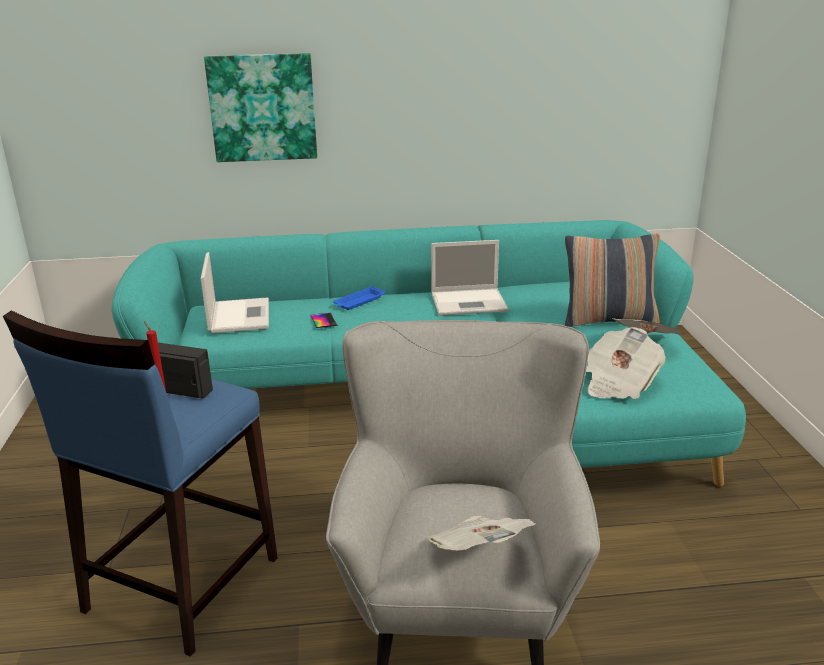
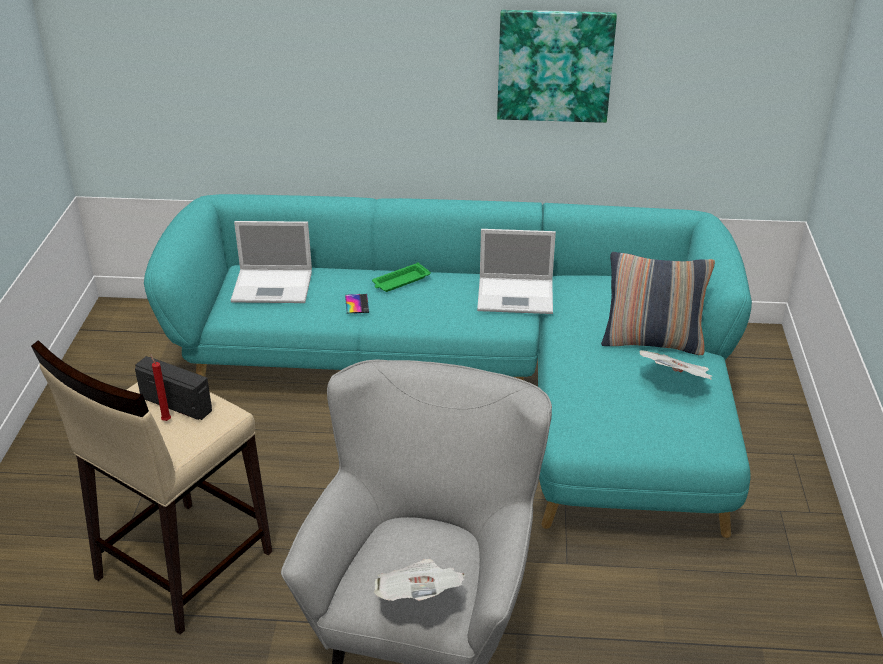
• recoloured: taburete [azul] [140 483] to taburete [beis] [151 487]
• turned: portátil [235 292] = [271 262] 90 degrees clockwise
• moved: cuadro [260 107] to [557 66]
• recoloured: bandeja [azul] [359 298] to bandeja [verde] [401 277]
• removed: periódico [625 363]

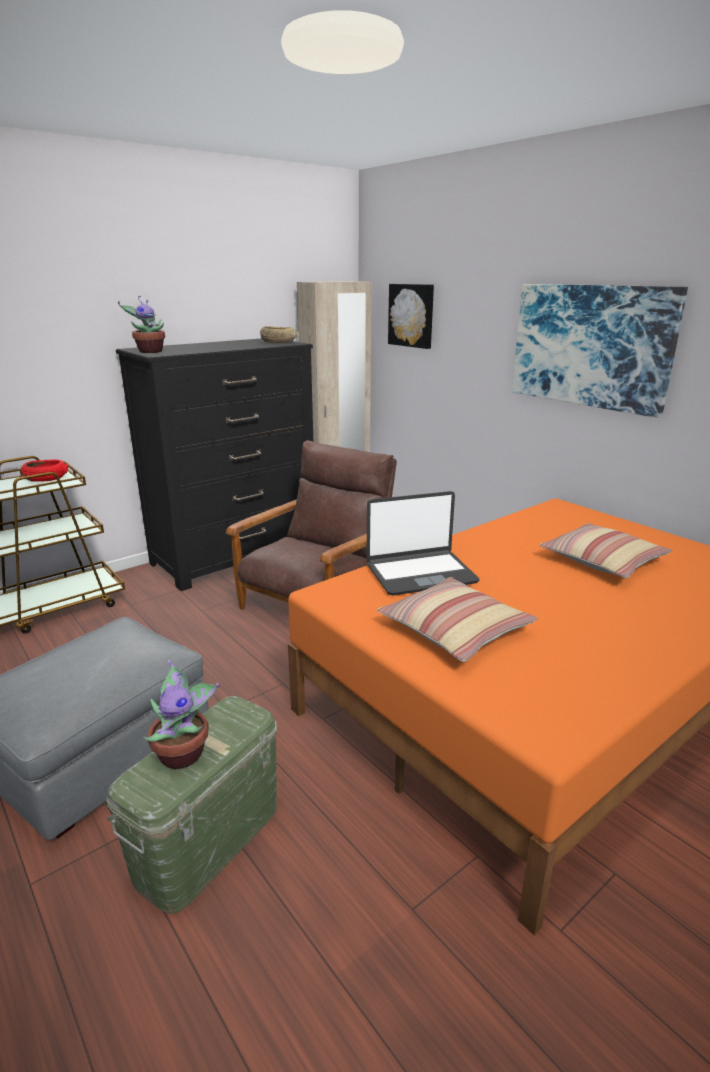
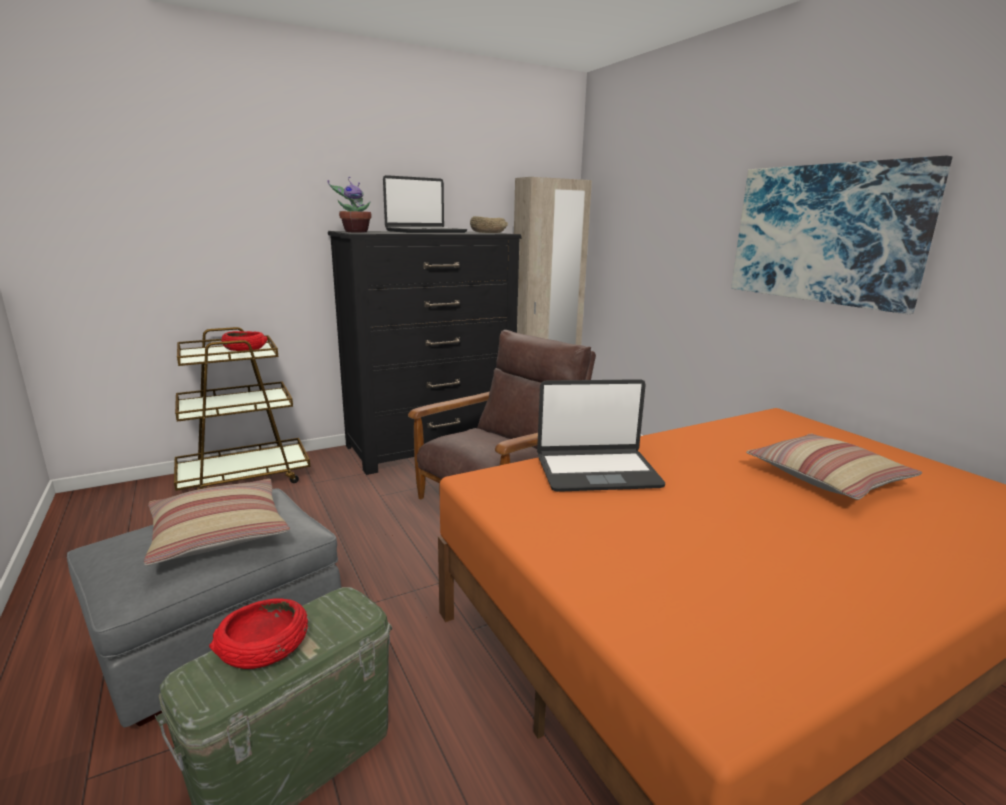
• replaced: planta en maceta [181 714] to cuenco [rojo] [258 634]
• moved: cojín [457 619] to [217 522]
• removed: cuadro [411 316]
• added: portátil [425 204]

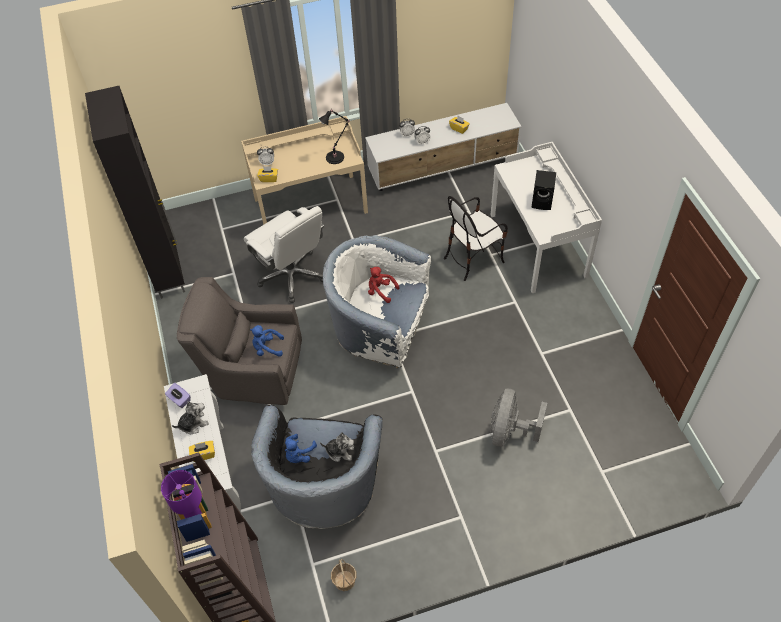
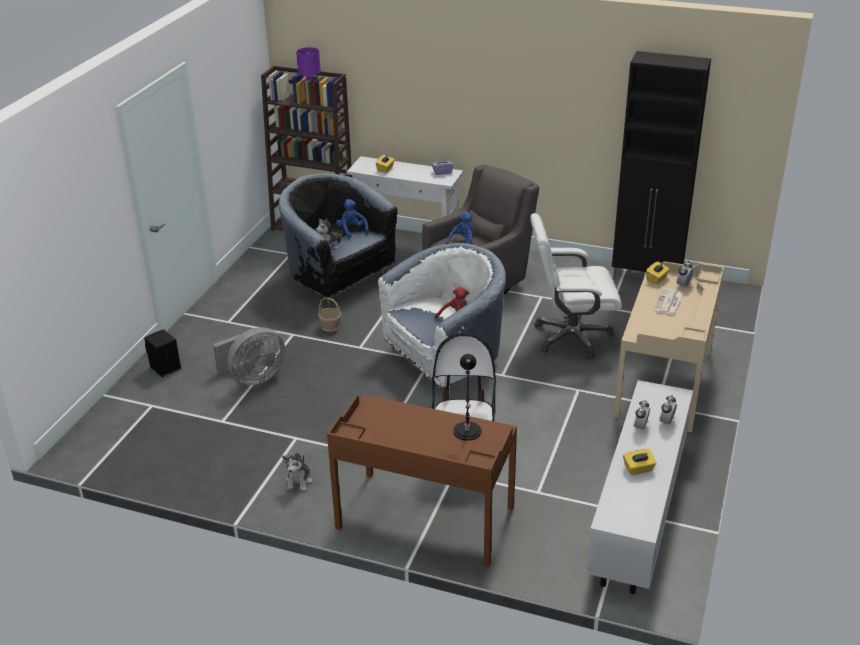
• moved: peluche [190 417] to [297 472]
• moved: lámpara de mesa [negro] [334 136] to [467 397]
• moved: cesta [343 575] to [329 315]
• recoloured: escritorio [blanco] [546 217] to escritorio [marrón] [422 480]
• turned: ventilador [gris] [519 418] = [249 356] 90 degrees clockwise
• moved: altavoz [negro] [543 190] to [162 353]
• added: periódico [669 302]

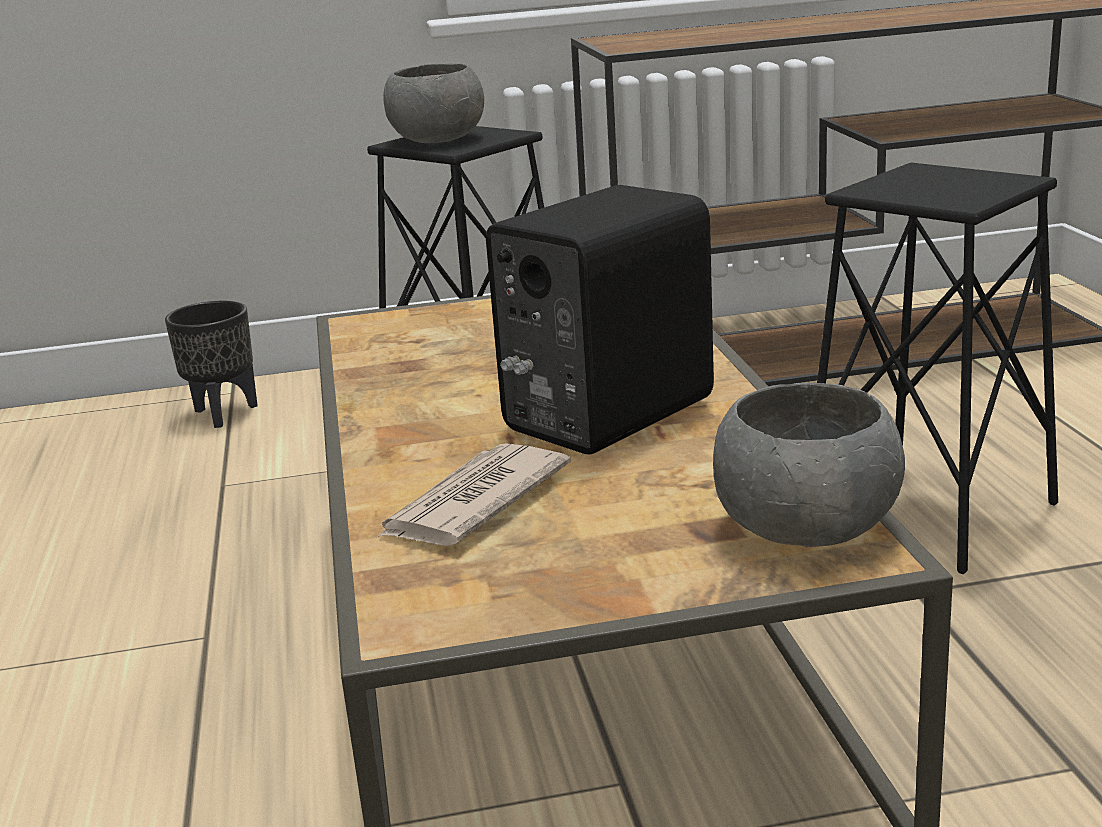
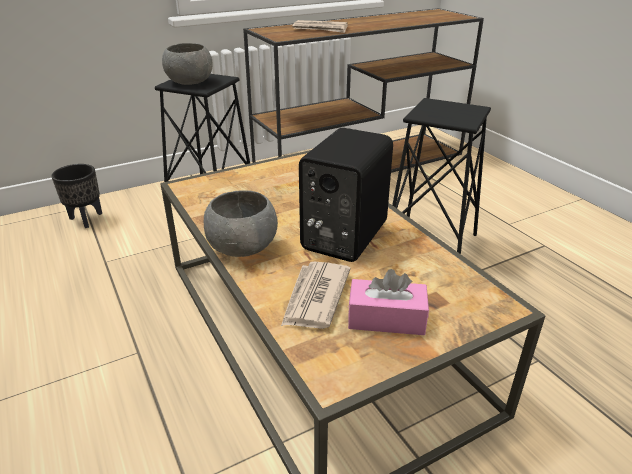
• moved: cuenco [gris] [809 465] to [241 223]
• added: periódico [320 26]
• added: caja de pañuelos [rosa] [388 302]

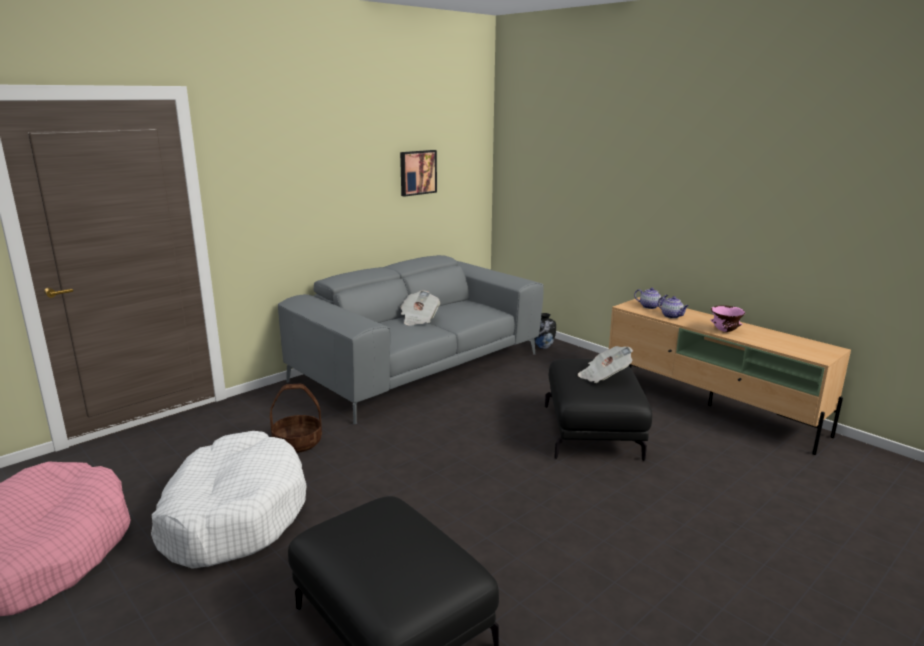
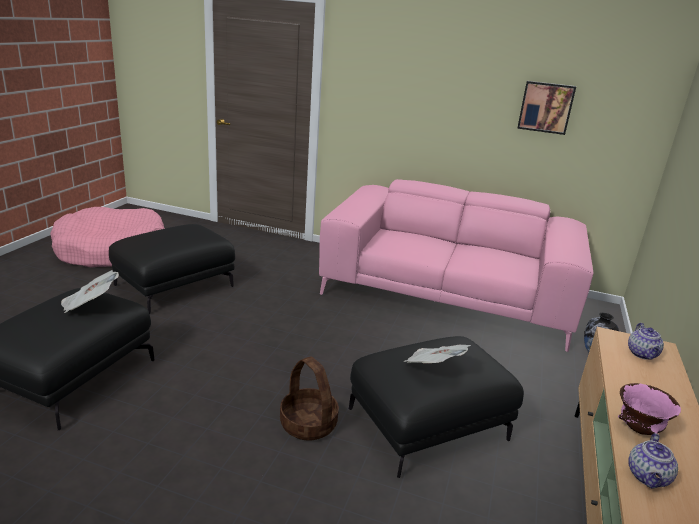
• replaced: cama para perro [blanco] [229 500] to puf [negro] [172 269]
• moved: cesta [296 418] to [309 398]
• recoloured: sofá [gris] [411 339] to sofá [rosa] [456 265]
• moved: periódico [420 308] to [90 291]
• moved: tetera [673 307] to [653 460]

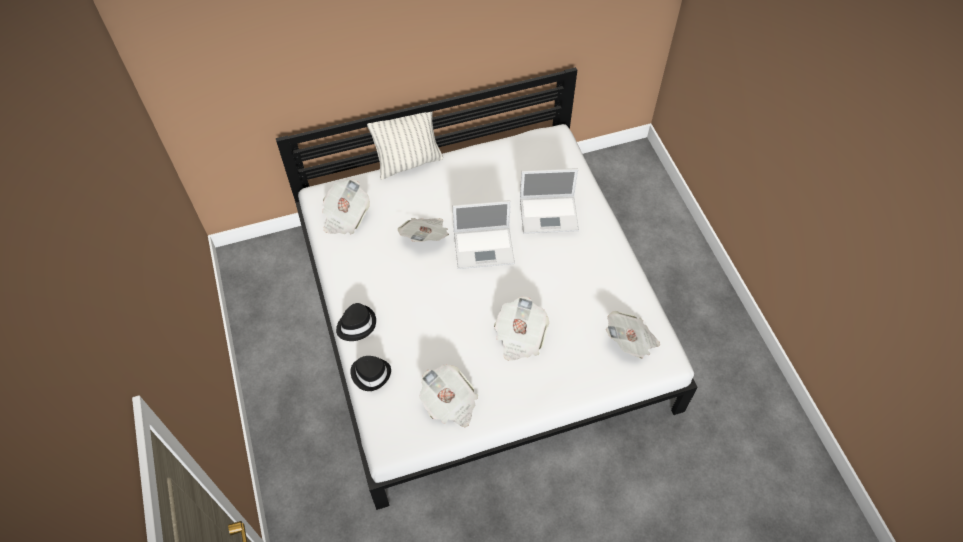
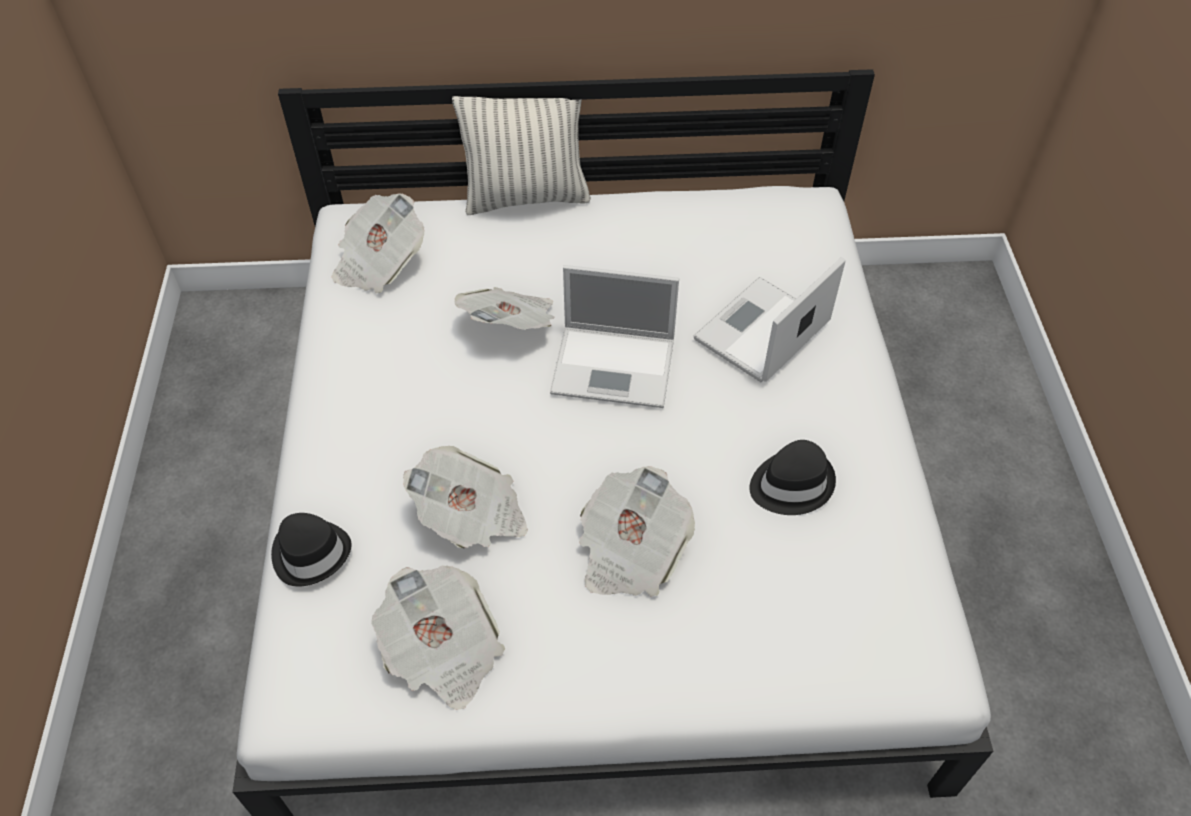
• moved: sombrero [negro] [356 322] to [792 477]
• turned: portátil [549 201] = [770 319] 120 degrees clockwise
• moved: periódico [633 335] to [465 497]

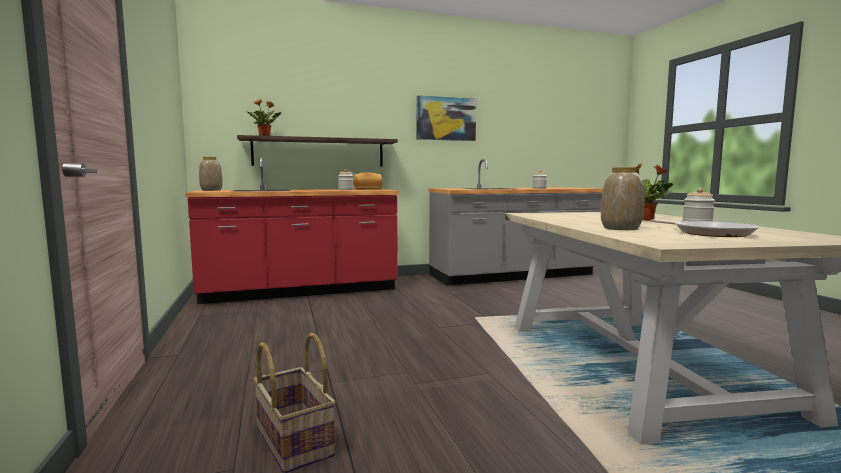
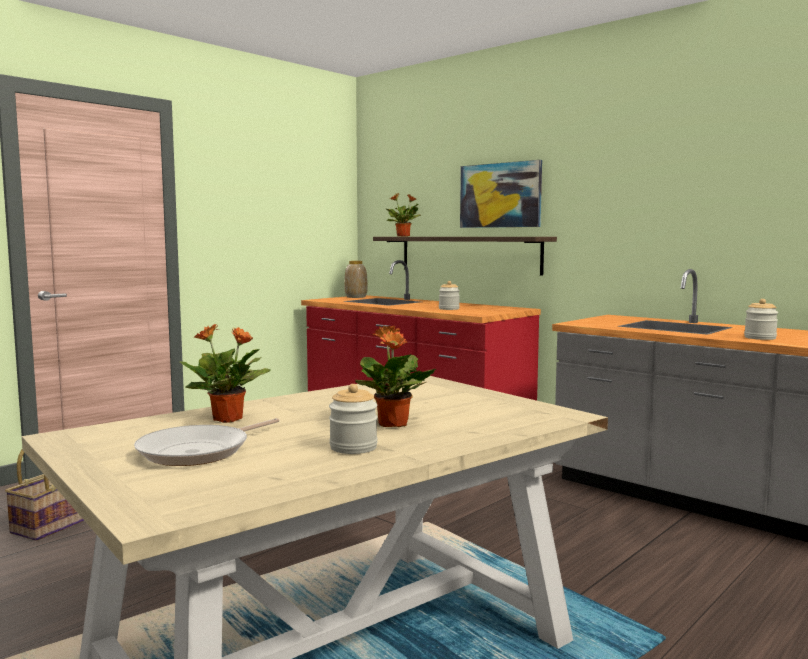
• removed: pan [367 180]
• moved: cuadro [446 118] to [501 194]
• replaced: florero [622 198] to planta en maceta [225 373]

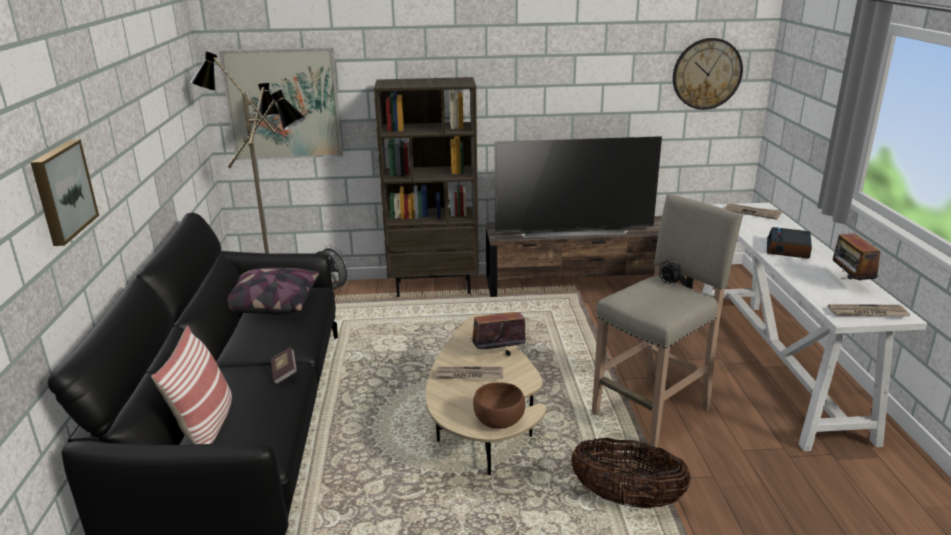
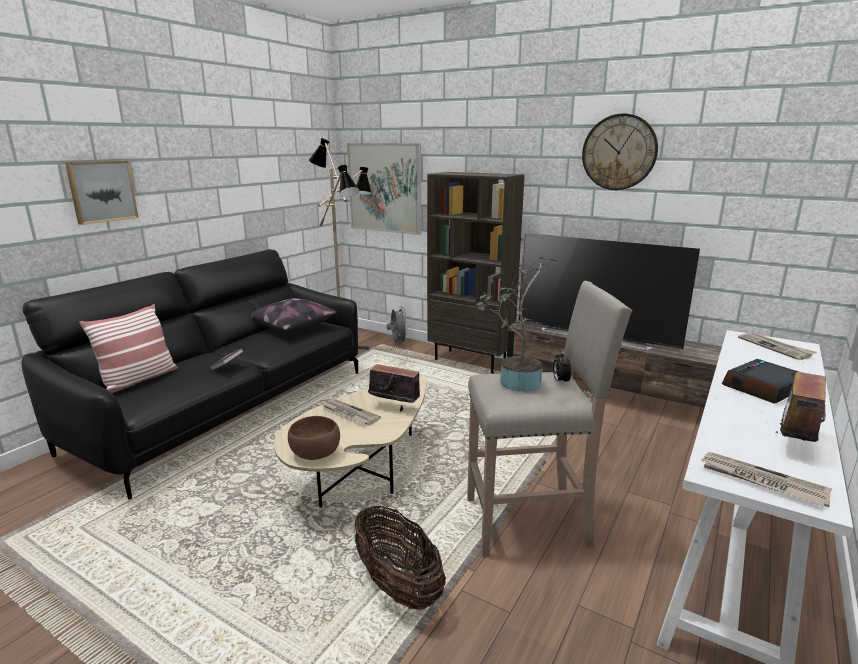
• moved: reloj de pared [708 74] to [620 151]
• added: planta en maceta [517 324]

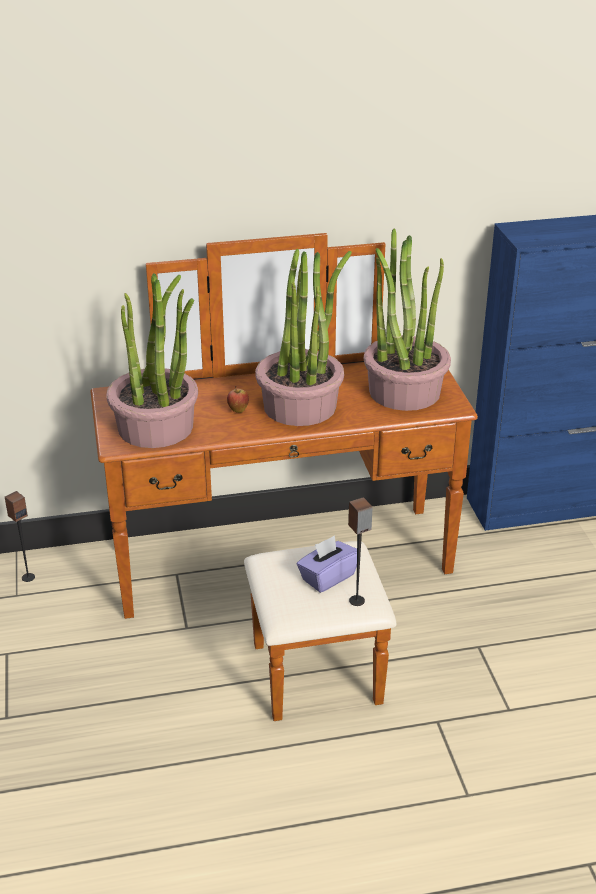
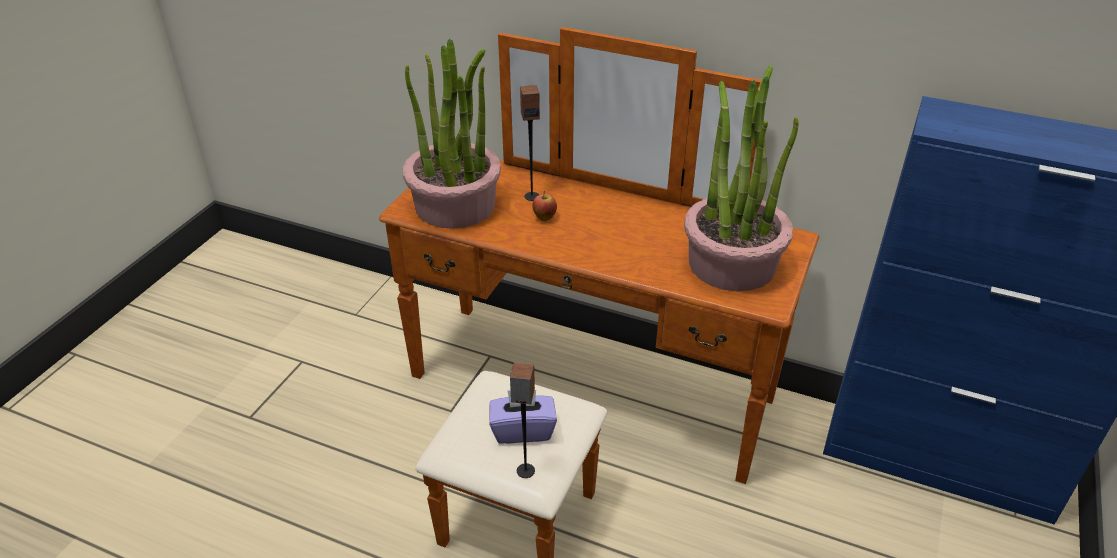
• moved: altavoz [20 536] to [530 143]
• removed: planta en maceta [303 337]

